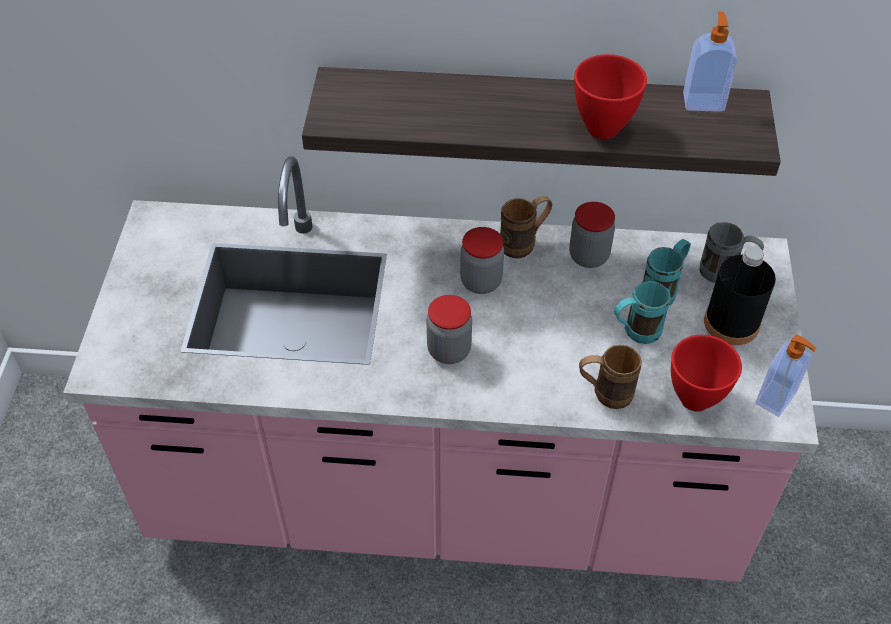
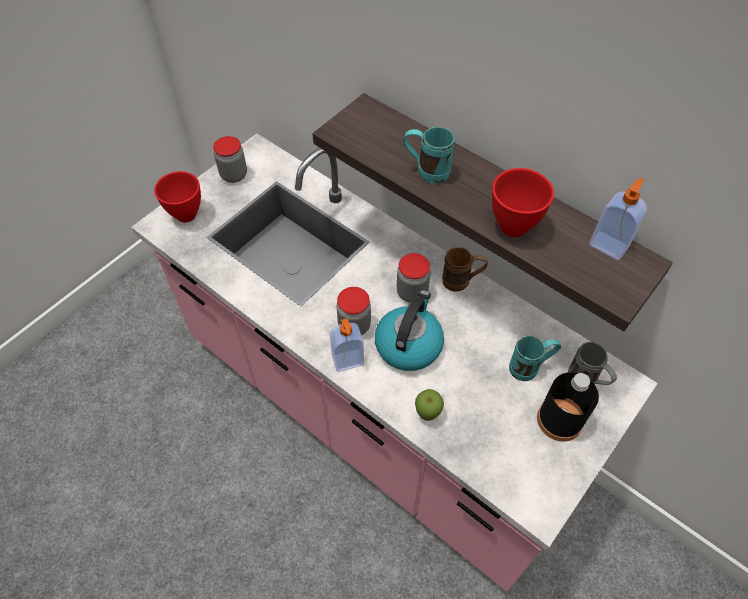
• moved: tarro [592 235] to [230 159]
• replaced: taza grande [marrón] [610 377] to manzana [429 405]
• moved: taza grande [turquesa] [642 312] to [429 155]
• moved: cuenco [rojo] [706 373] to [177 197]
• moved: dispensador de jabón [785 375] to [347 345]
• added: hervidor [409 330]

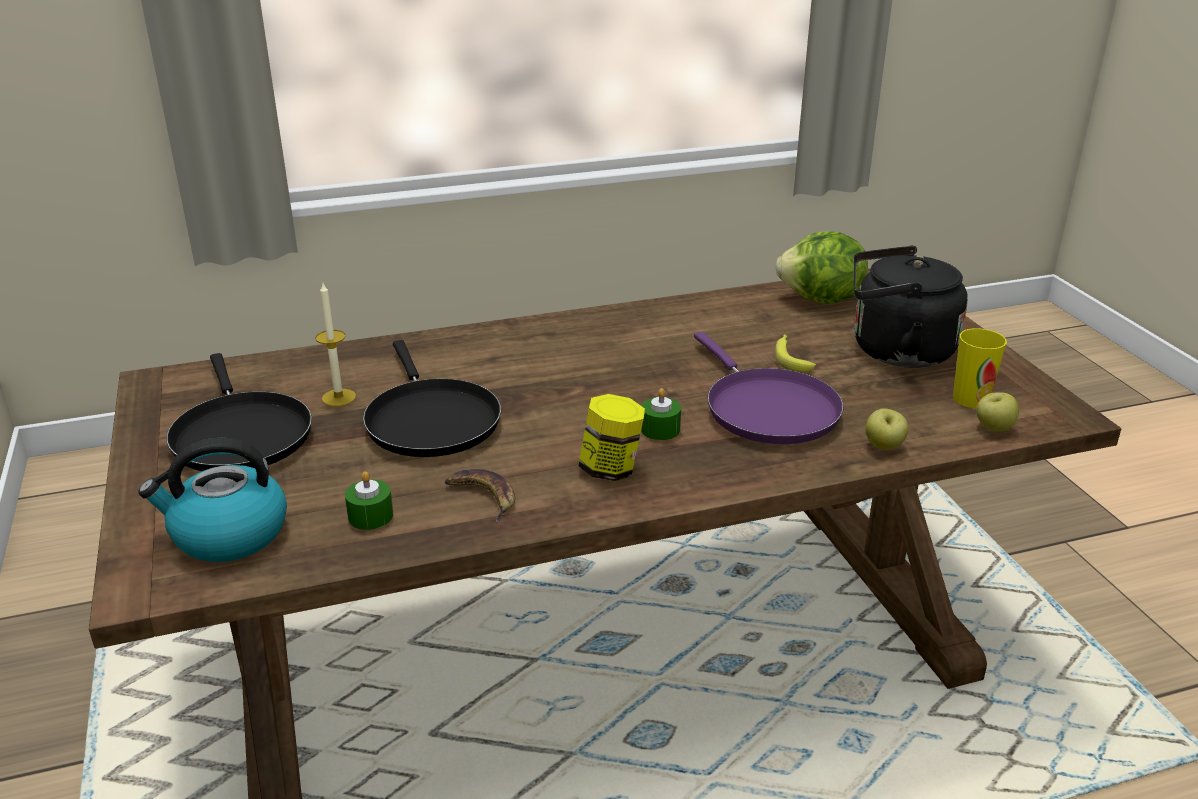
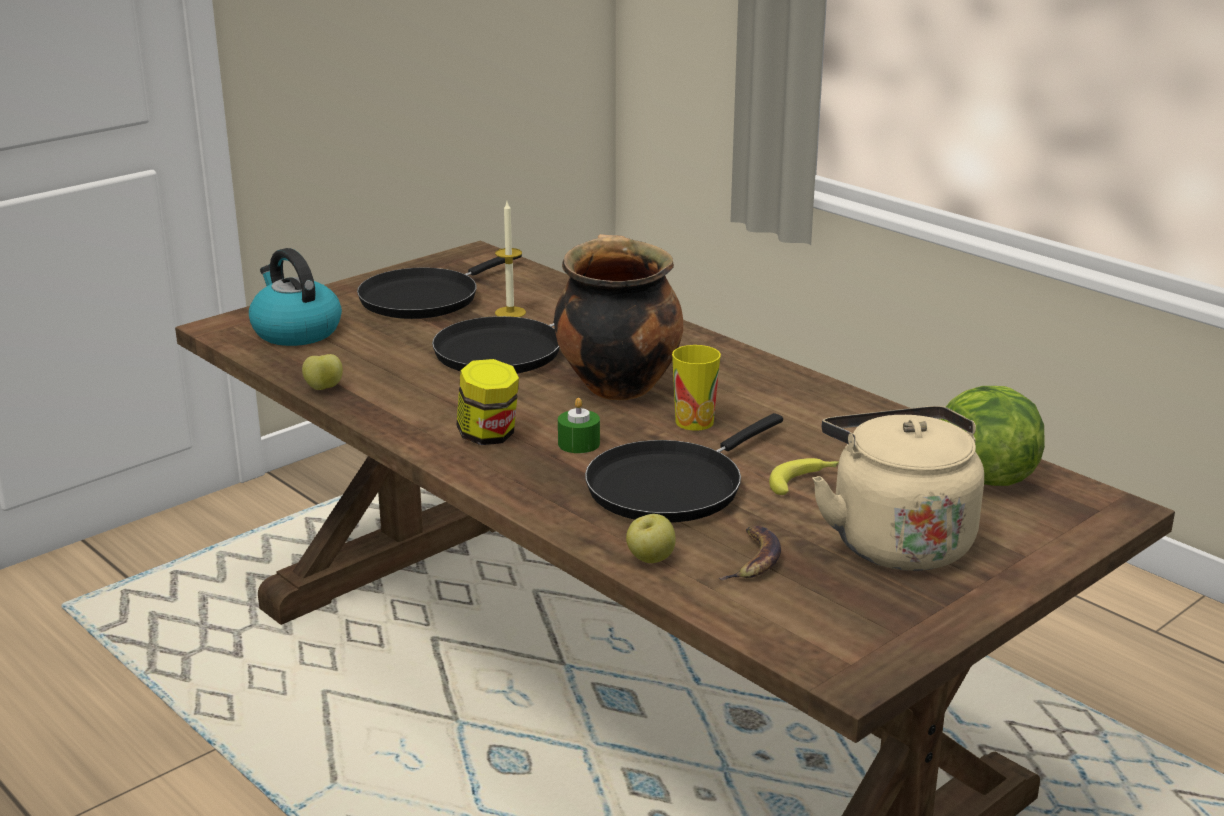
• removed: vela [verde] [369 500]
• moved: plátano [480 495] to [750 553]
• recoloured: sartén [morado] [768 388] to sartén [negro] [684 468]
• recoloured: hervidor [negro] [911 307] to hervidor [beis] [898 488]
• moved: taza [980 368] to [696 388]
• moved: manzana [997 412] to [322 372]
• added: olla [618 317]

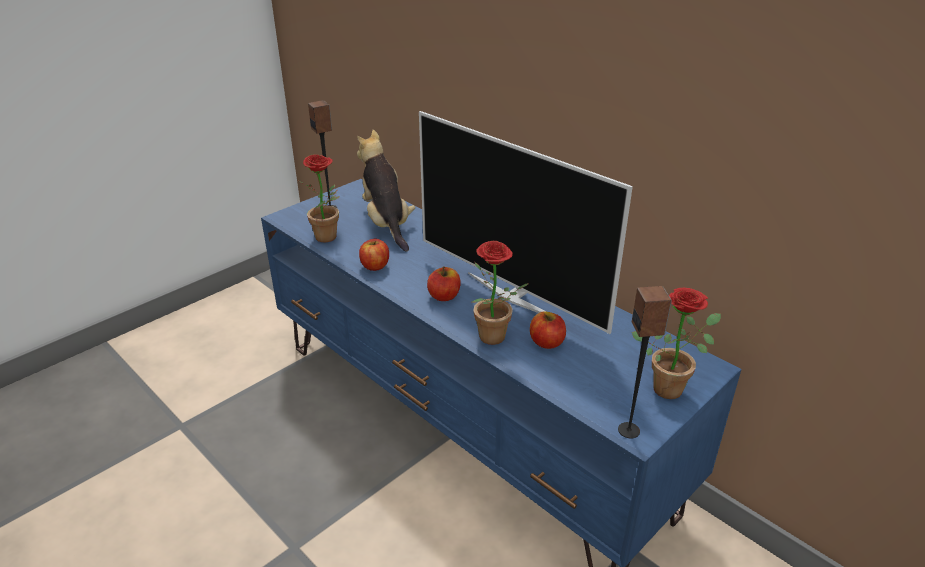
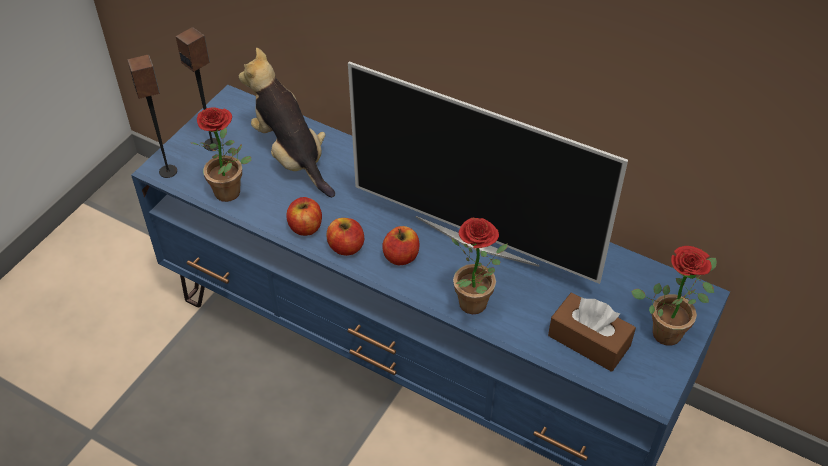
• moved: manzana [548 330] to [345 237]
• moved: altavoz [645 362] to [152 116]
• added: caja de pañuelos [marrón] [592 332]

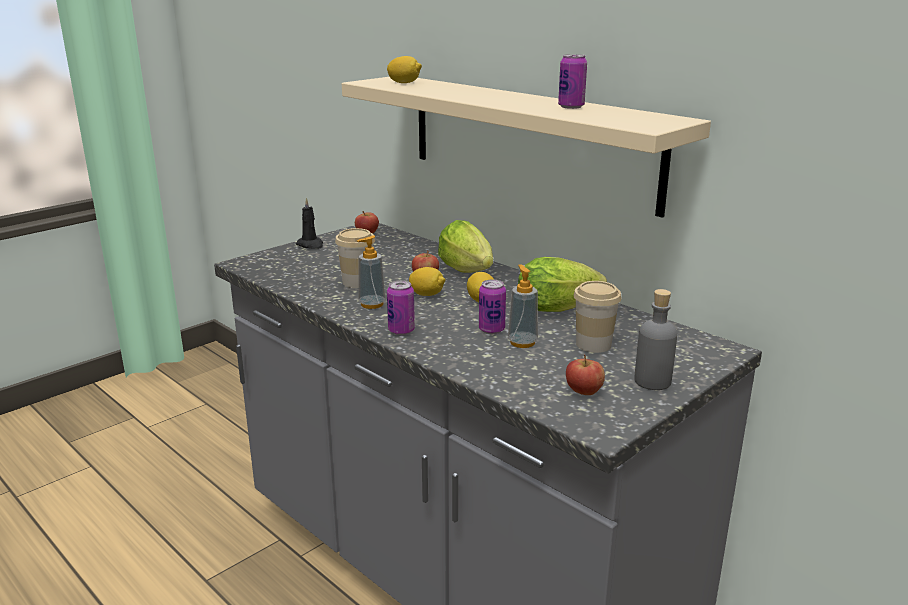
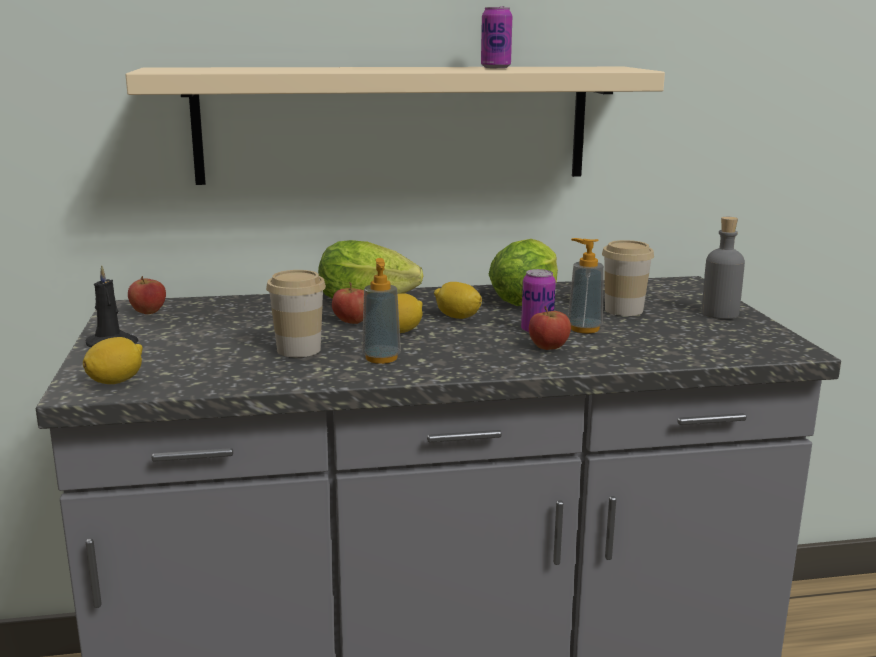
• moved: limón [404 69] to [112 360]
• removed: lata [401 307]
• moved: manzana [585 375] to [550 328]

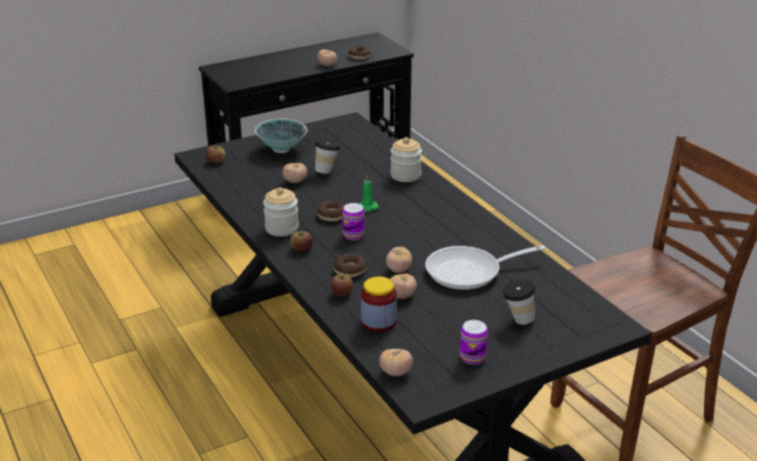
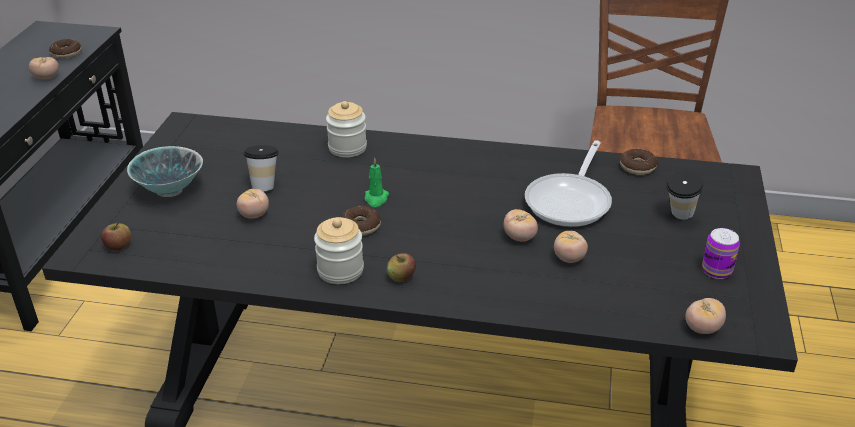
• removed: manzana [342 285]
• moved: rosquilla [350 265] to [639 162]
• removed: lata [353 221]
• removed: tarro [379 304]

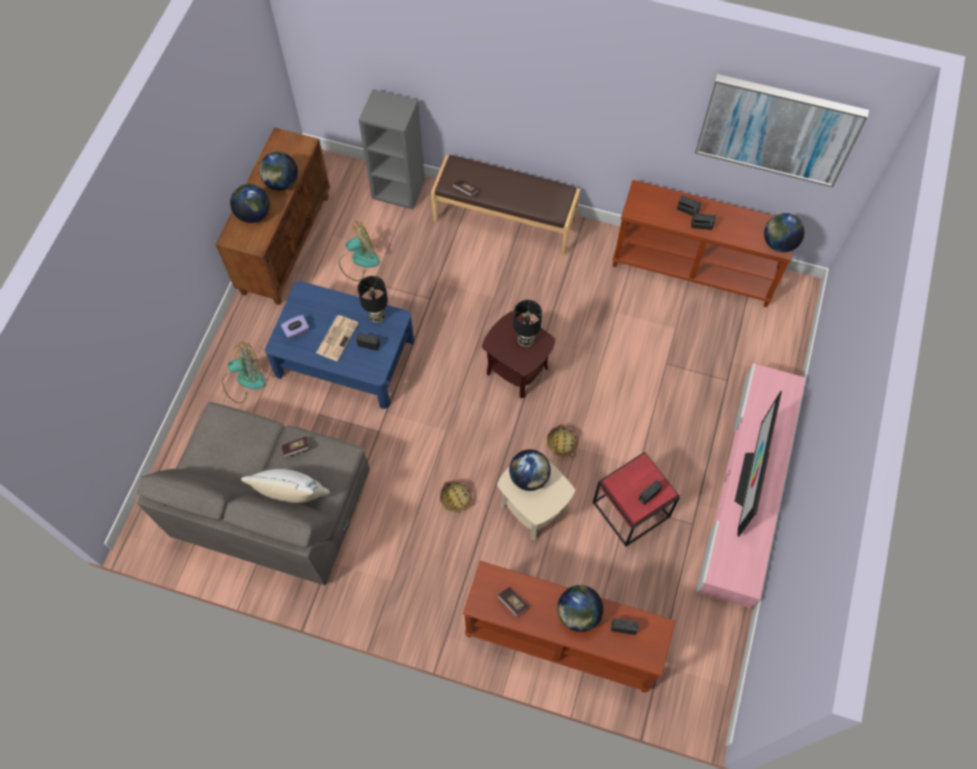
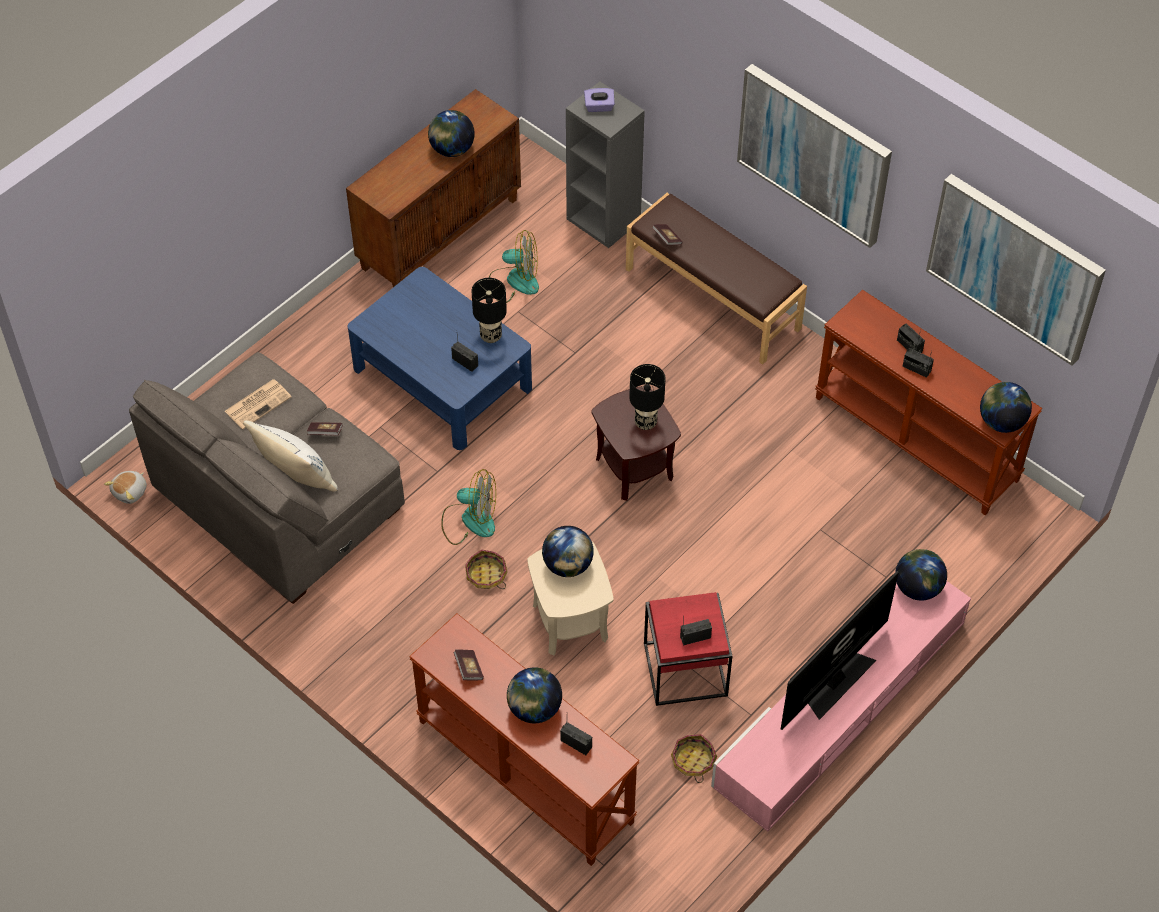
• moved: ventilador [244 372] to [468 507]
• moved: globo terráqueo [250 203] to [921 575]
• moved: caja de pañuelos [morado] [295 327] to [599 100]
• moved: periódico [337 338] to [258 404]
• moved: cesta [562 441] to [694 758]
• added: peluche [125 487]
• added: cuadro [814 156]

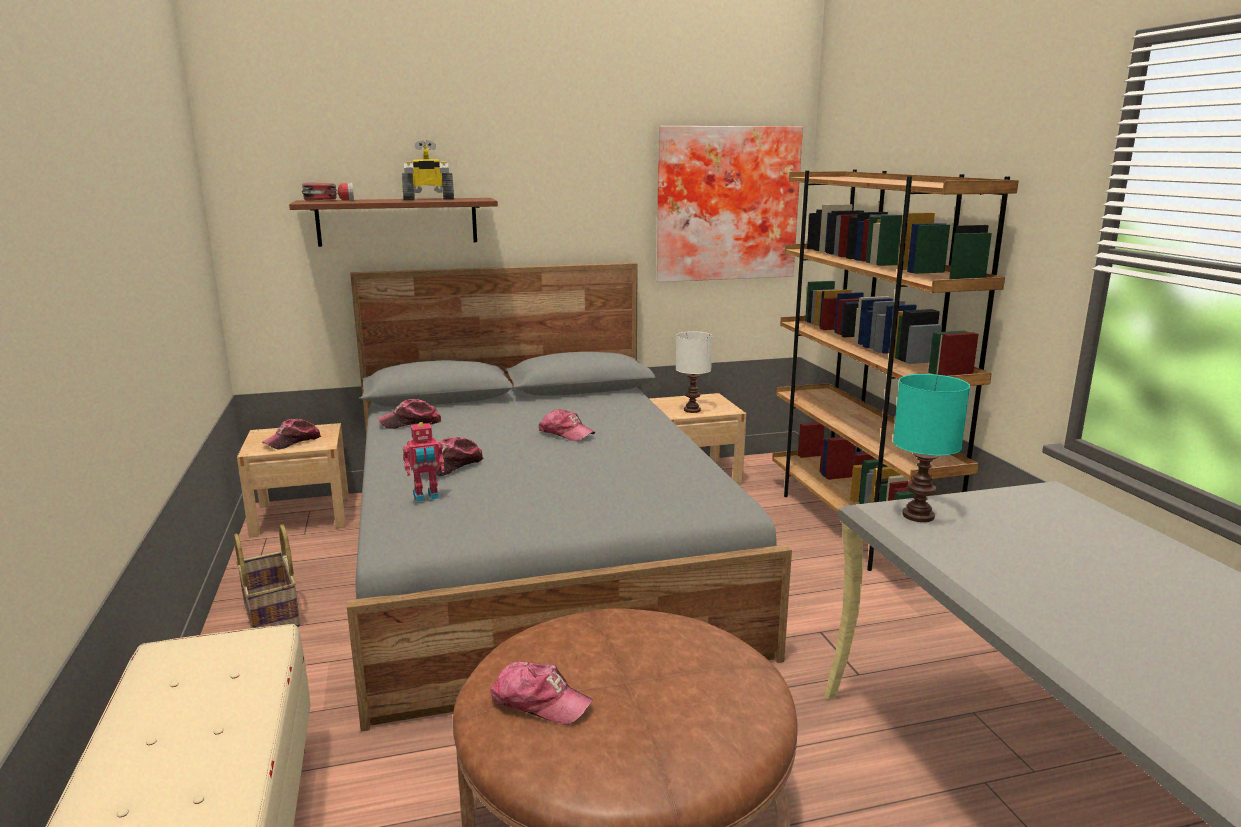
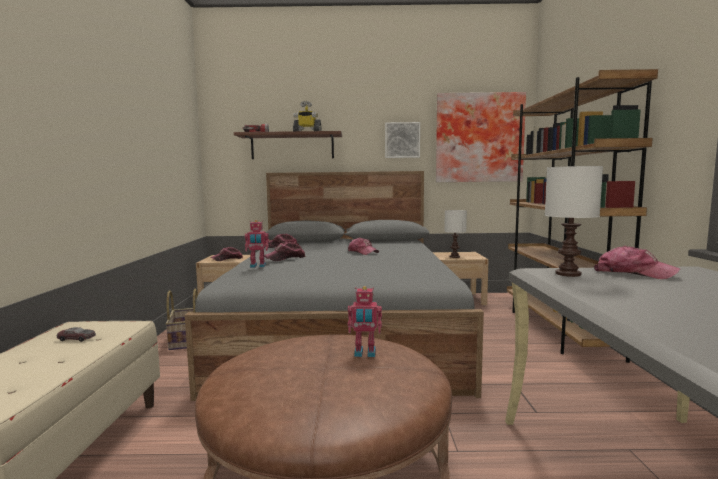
• moved: gorra [541 693] to [637 262]
• recoloured: lámpara de mesa [turquesa] [931 448] to lámpara de mesa [blanco] [574 221]
• added: coche de juguete [76 334]
• added: robot de juguete [365 321]
• added: cuadro [402 140]

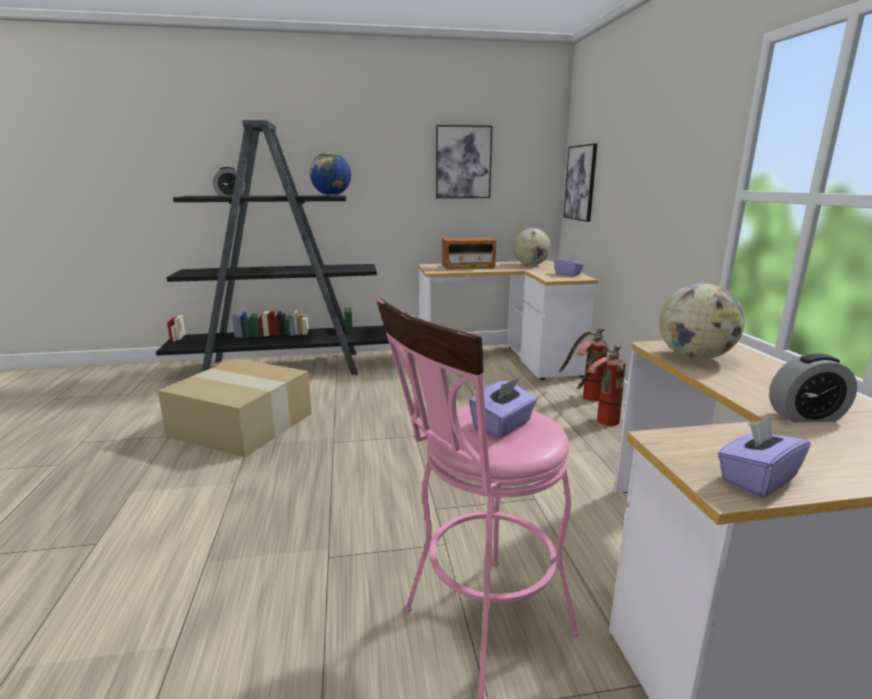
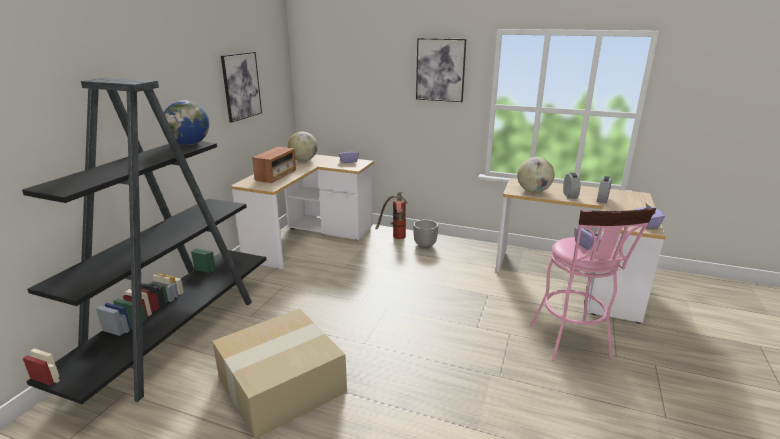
• moved: despertador [228 182] to [572 186]
• moved: cuadro [580 182] to [441 70]
• replaced: extintor [601 386] to maceta [425 234]

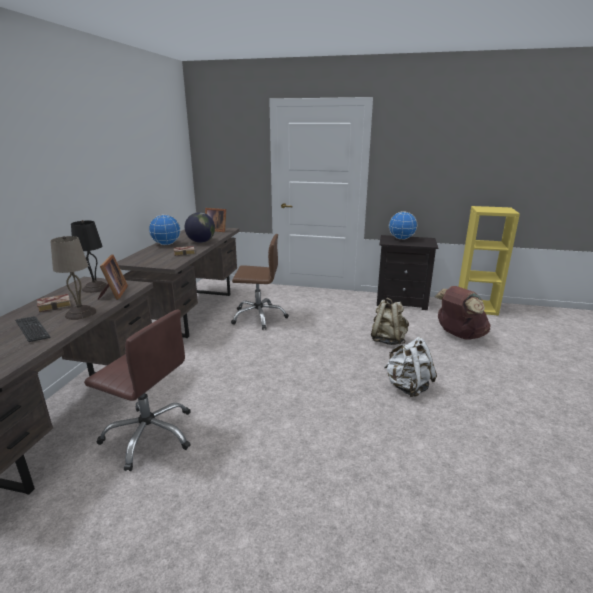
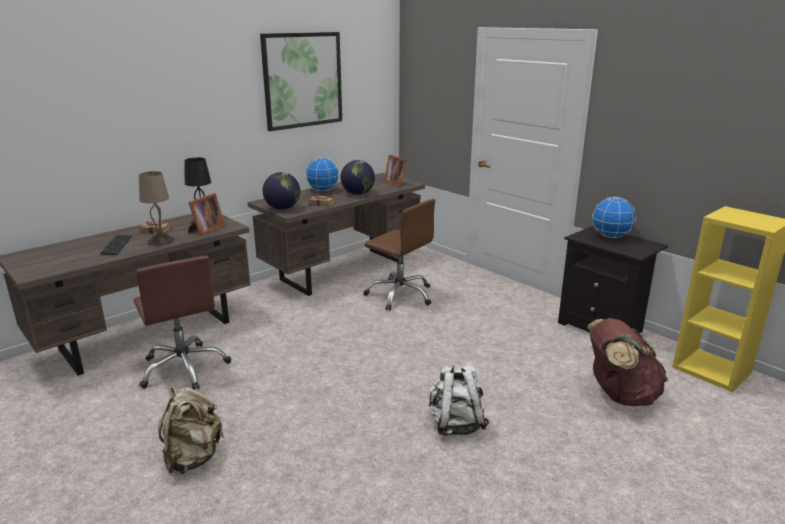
• moved: mochila [beis] [390 321] to [191 430]
• added: cuadro [301 81]
• added: globo terráqueo [281 191]

